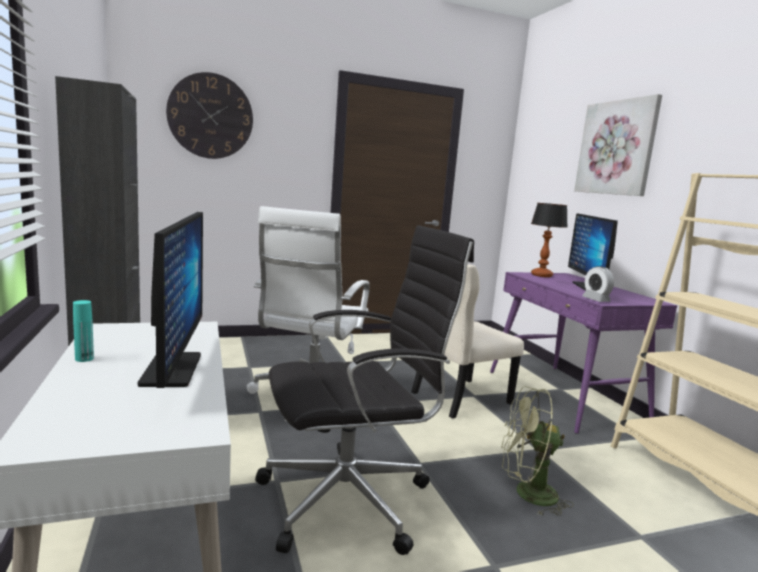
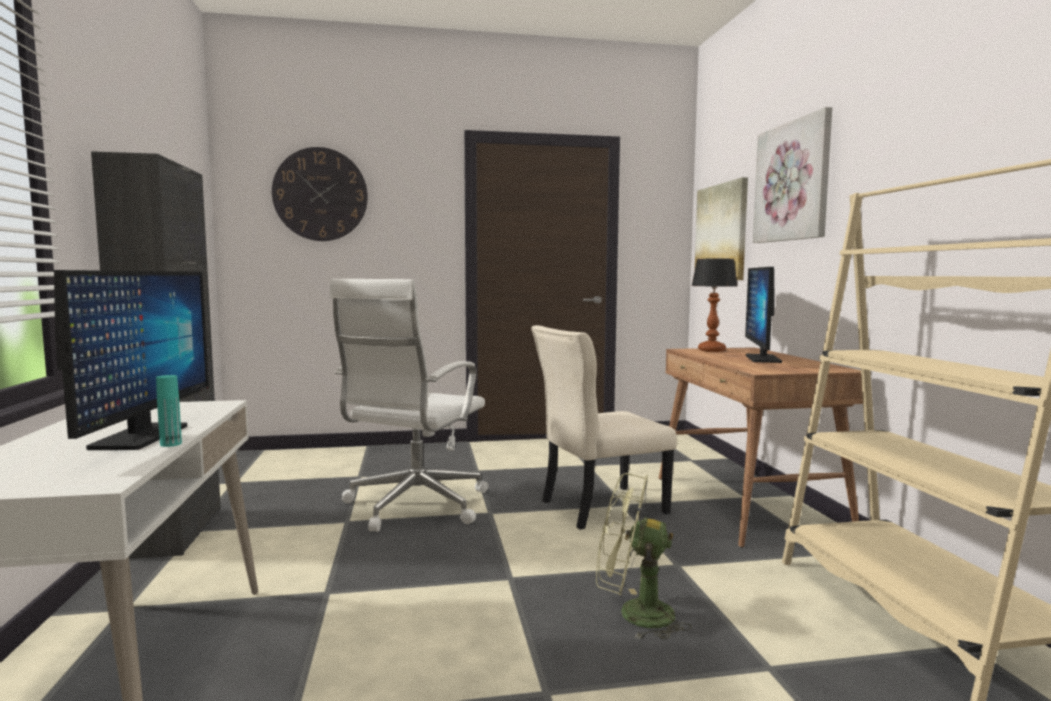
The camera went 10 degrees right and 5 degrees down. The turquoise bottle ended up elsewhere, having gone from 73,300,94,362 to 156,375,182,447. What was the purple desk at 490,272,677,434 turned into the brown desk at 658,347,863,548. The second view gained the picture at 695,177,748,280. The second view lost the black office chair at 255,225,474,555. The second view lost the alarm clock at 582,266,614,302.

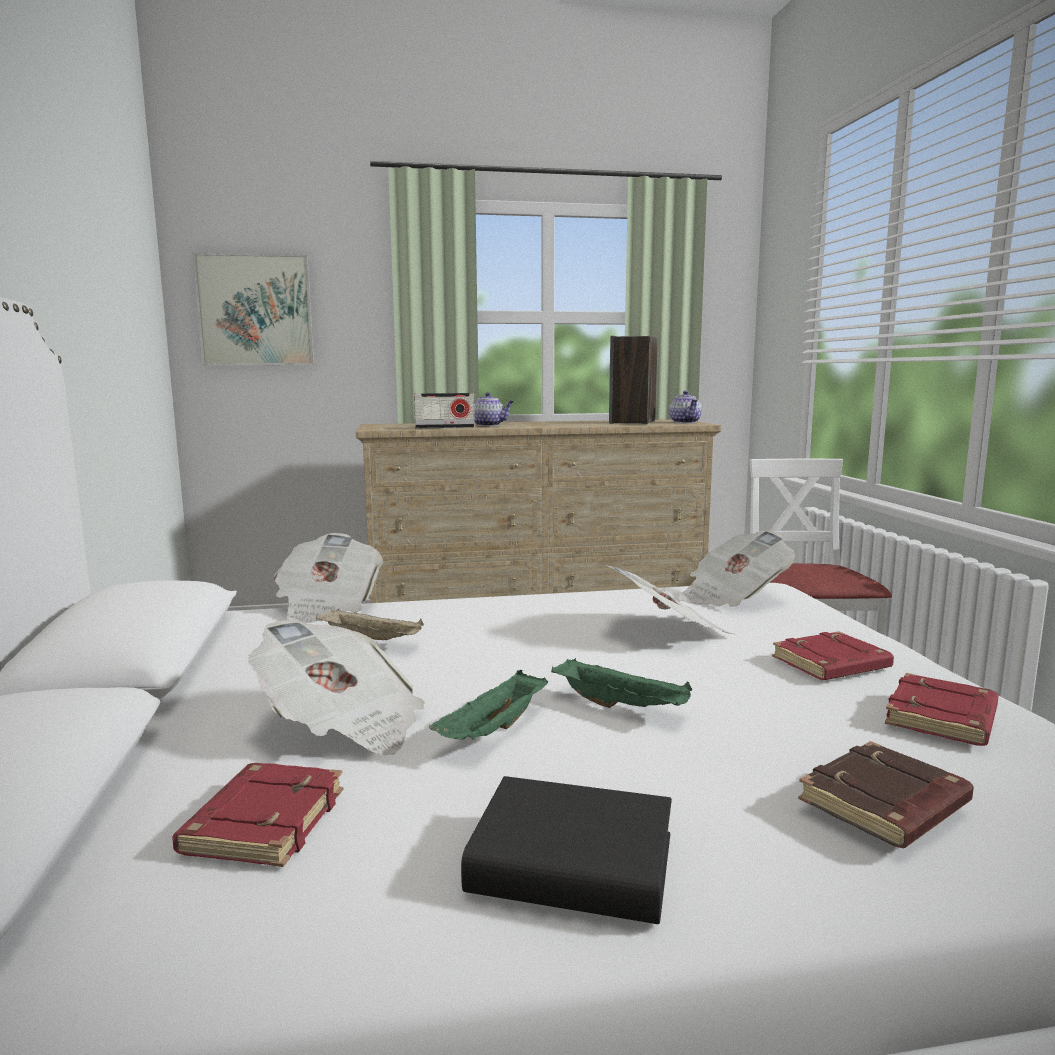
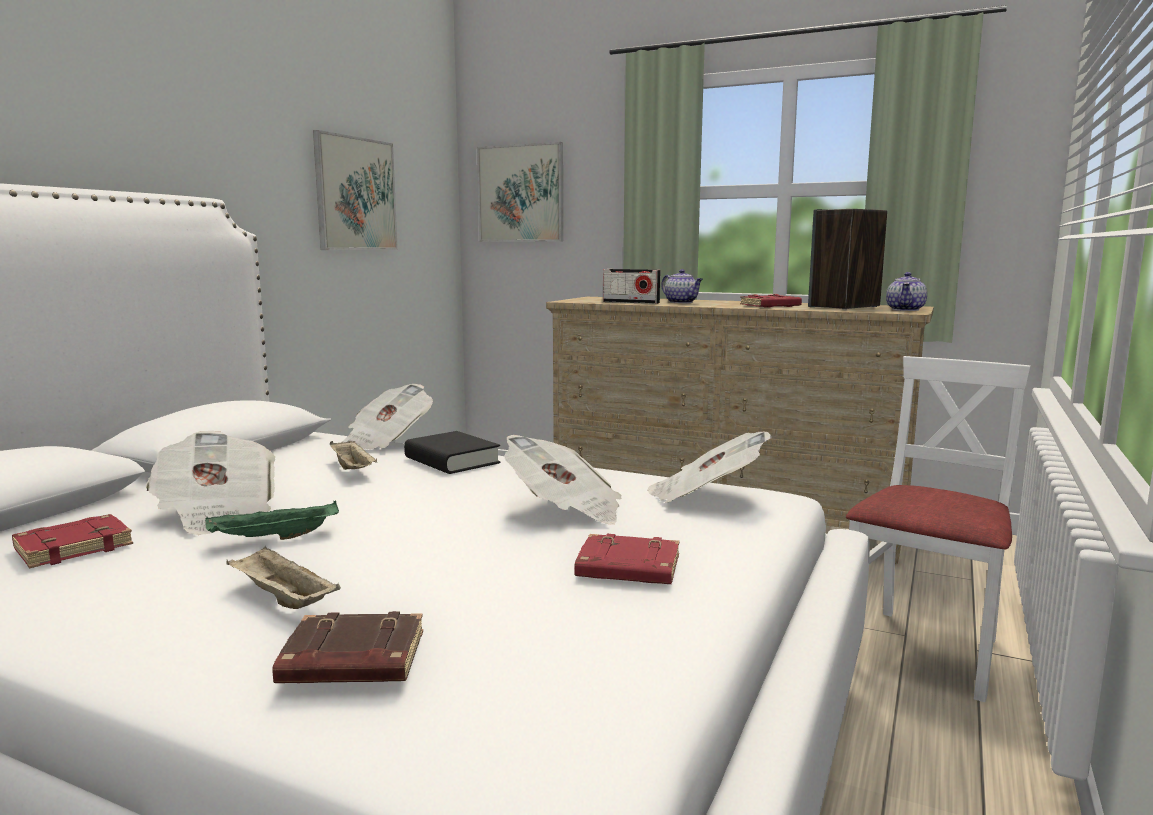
The camera went 35 degrees right and 0 degrees up. The second view gained the beige tray at 226,546,341,609. The second view gained the picture at 313,130,398,250. The black book ended up elsewhere, having gone from 461,776,672,924 to 404,431,500,474. The red book ended up elsewhere, having gone from 885,673,999,746 to 740,294,802,308. The second view lost the green tray at 551,658,692,708.

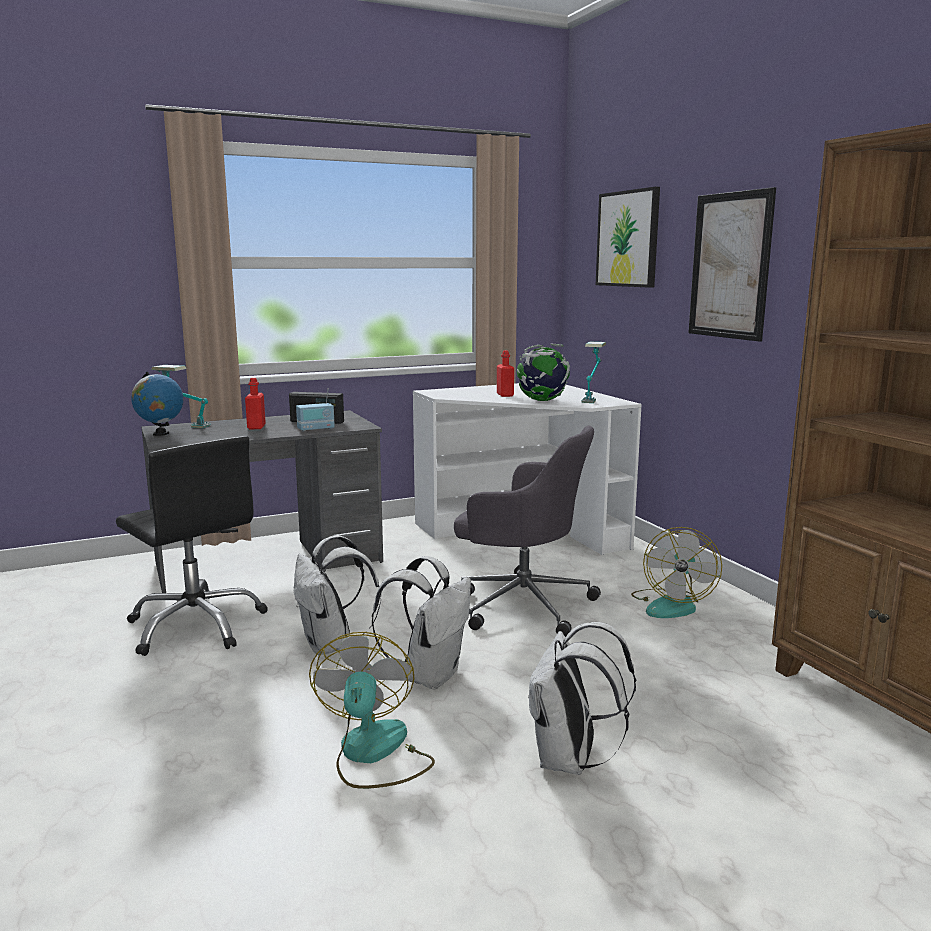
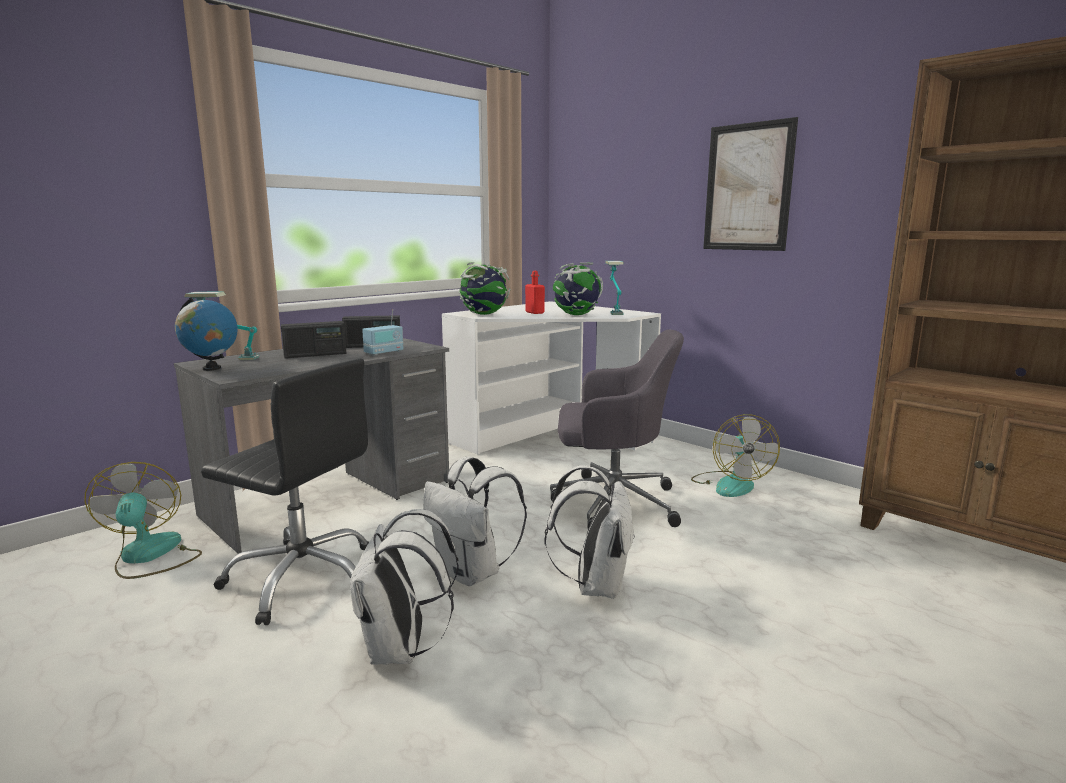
The camera went 20 degrees left and 0 degrees up. The fan ended up elsewhere, having gone from 309,632,435,789 to 84,462,202,579. Where the red bottle stood at 245,378,266,429, the radio came to stand at 281,321,346,359. The white backpack ended up elsewhere, having gone from 528,622,636,775 to 350,509,459,665. The second view gained the globe at 459,262,511,315. The second view lost the picture at 596,187,660,288.

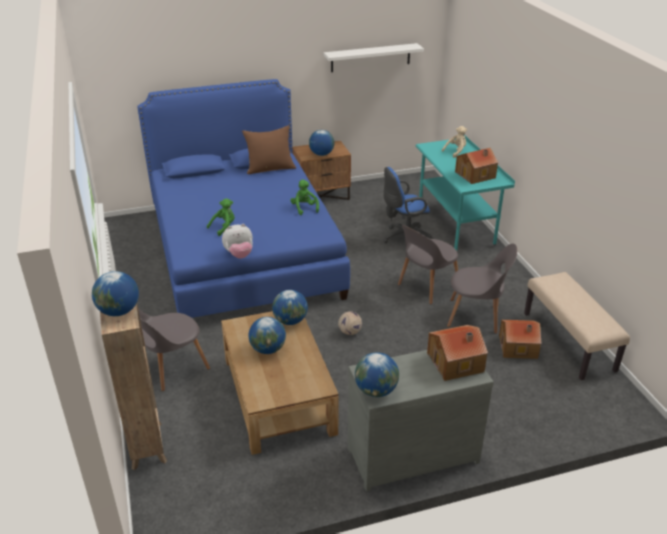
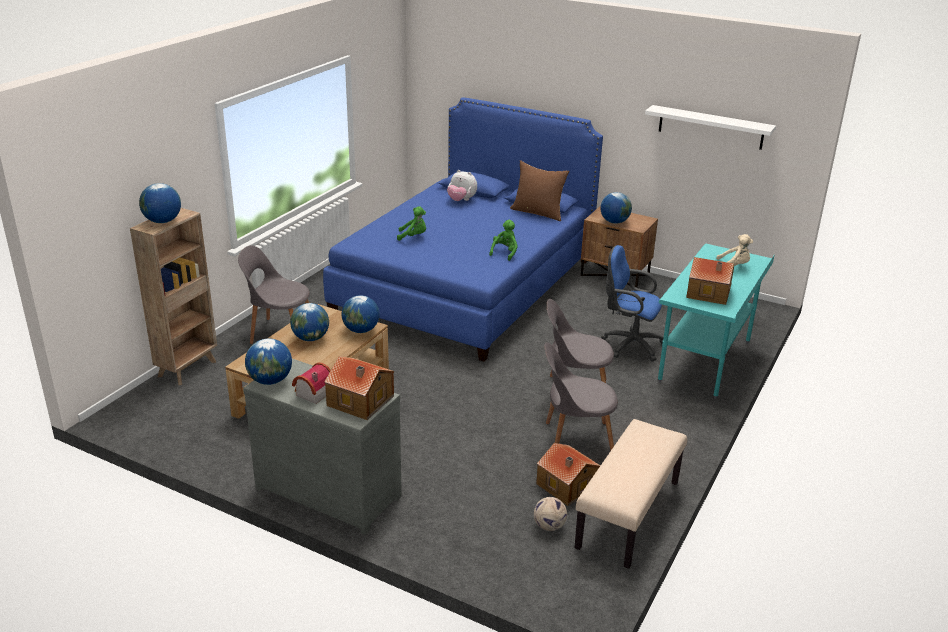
The camera went 45 degrees right and 5 degrees down. The second view gained the toy house at 292,362,331,404. The plush toy ended up elsewhere, having gone from 222,224,253,259 to 447,170,477,201. The football ended up elsewhere, having gone from 338,311,362,335 to 534,497,567,531. The grey chair at 447,244,517,334 ended up facing another way, 120 degrees clockwise from before.

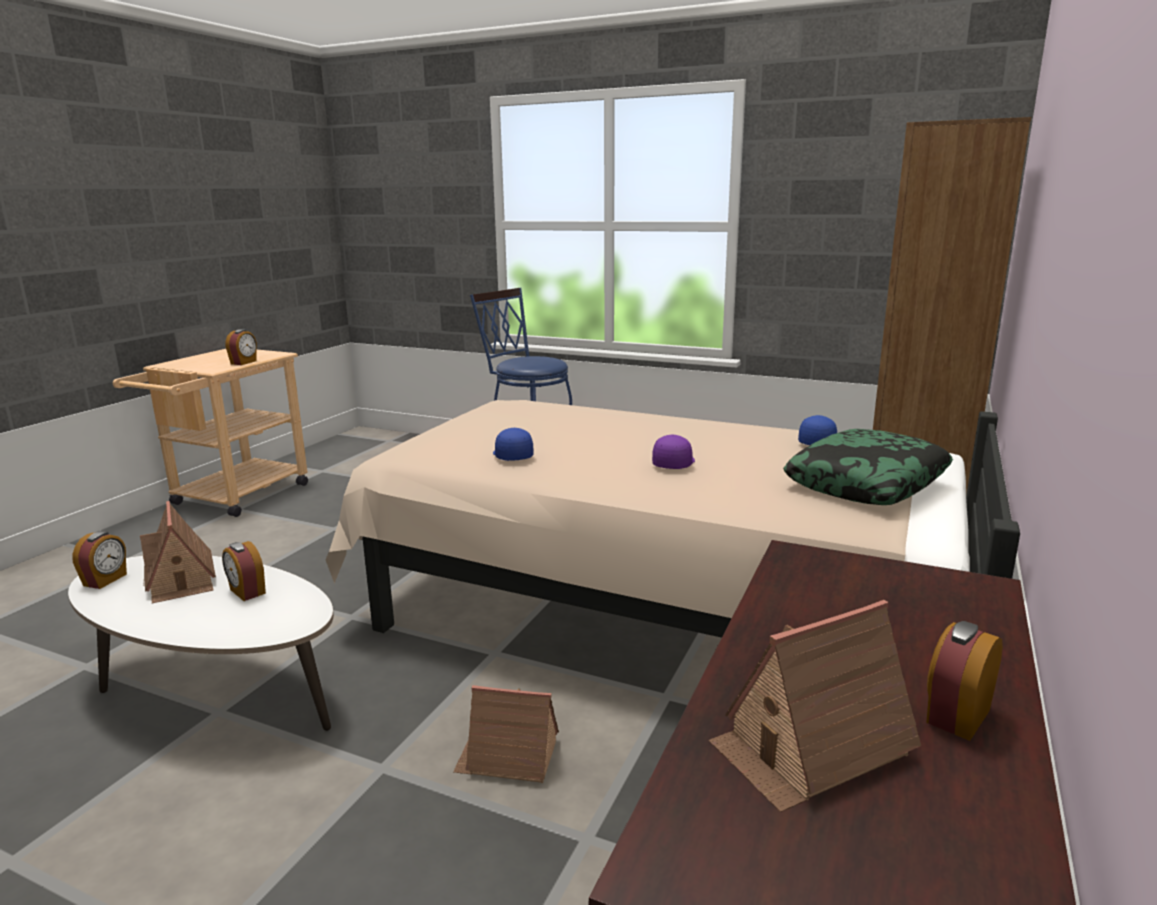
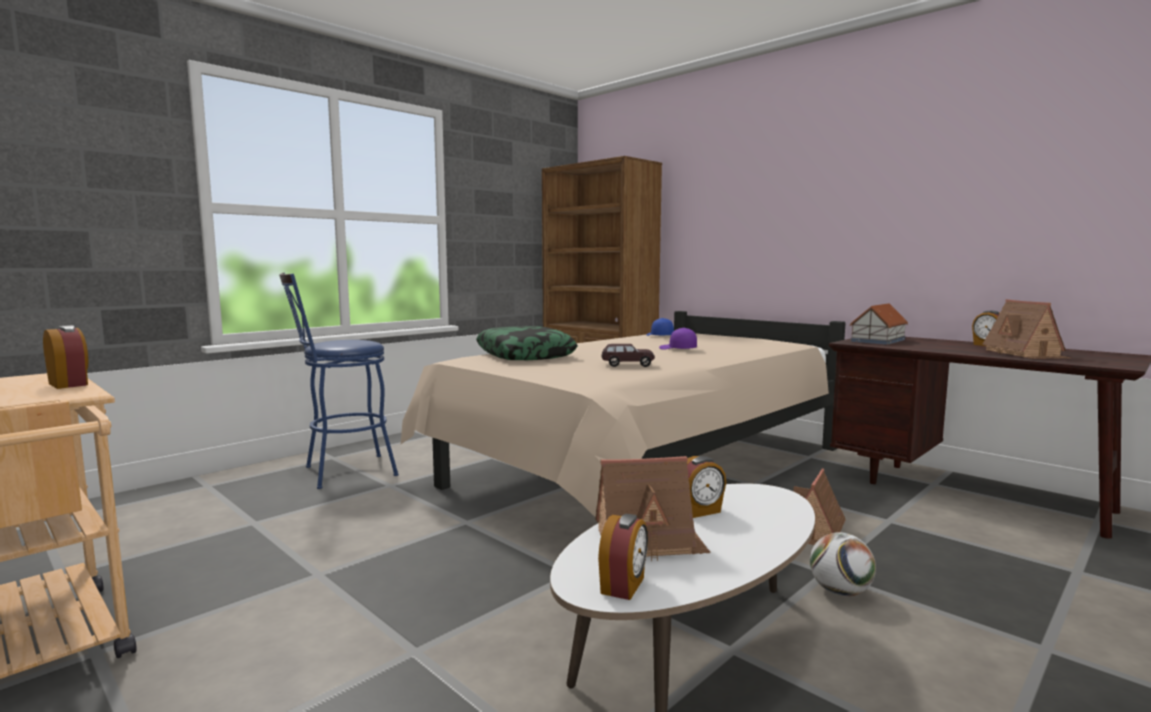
The camera went 70 degrees left and 10 degrees down. The pillow ended up elsewhere, having gone from 783,429,953,505 to 476,326,578,360. The alarm clock at 72,531,127,589 ended up facing another way, 75 degrees clockwise from before. Where the blue cap stood at 493,428,533,461, the brown toy car came to stand at 602,344,655,367. The second view gained the football at 810,532,876,596. The second view gained the toy house at 850,304,908,345.

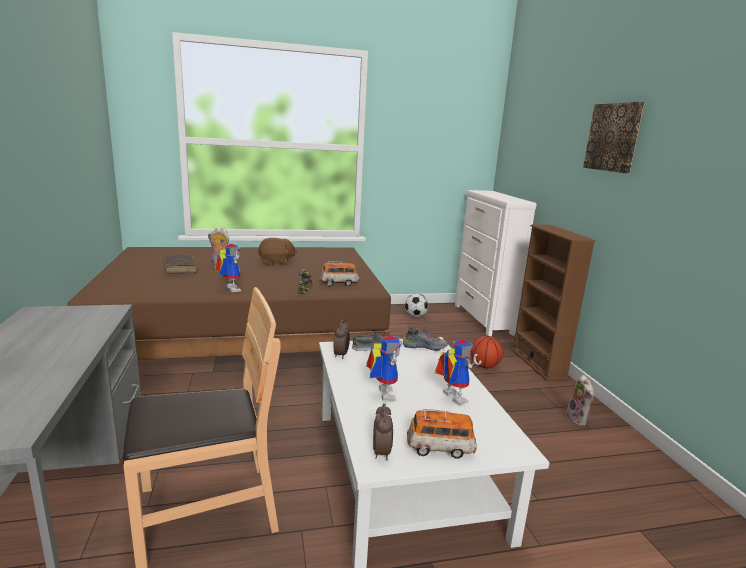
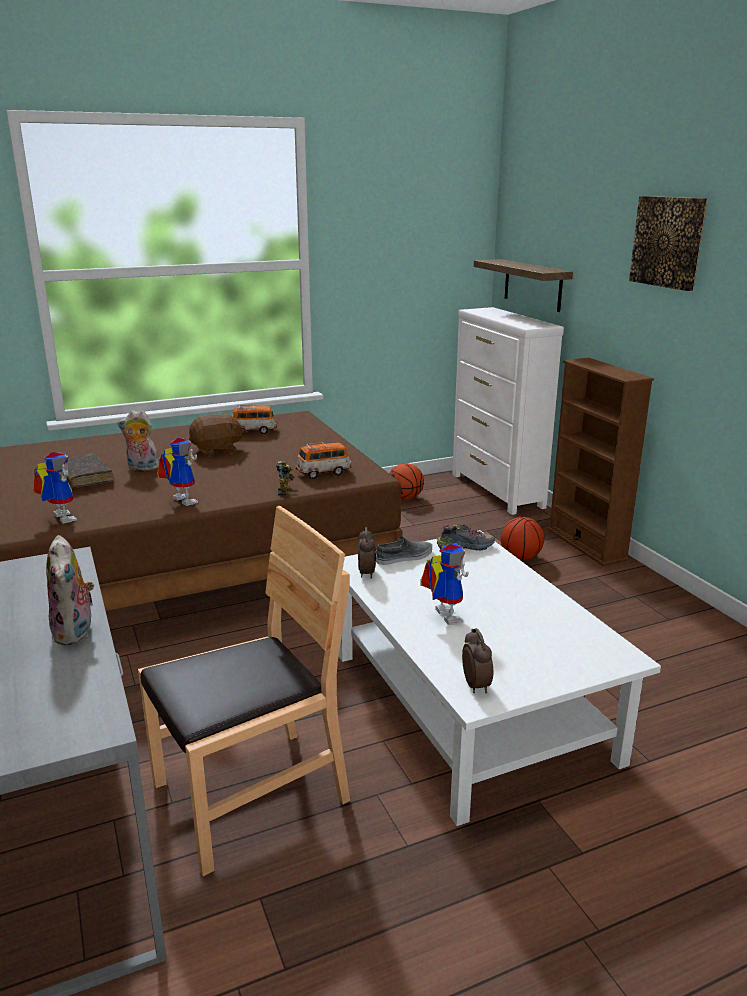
The camera went 10 degrees left and 5 degrees up. The toy robot ended up elsewhere, having gone from 435,339,481,405 to 33,452,77,523. The plush toy ended up elsewhere, having gone from 566,375,594,426 to 46,535,94,646. The toy car ended up elsewhere, having gone from 407,409,477,459 to 232,405,277,434. Where the football stood at 405,294,429,317, the basketball came to stand at 389,463,424,500. The second view gained the shelf at 474,259,573,312.

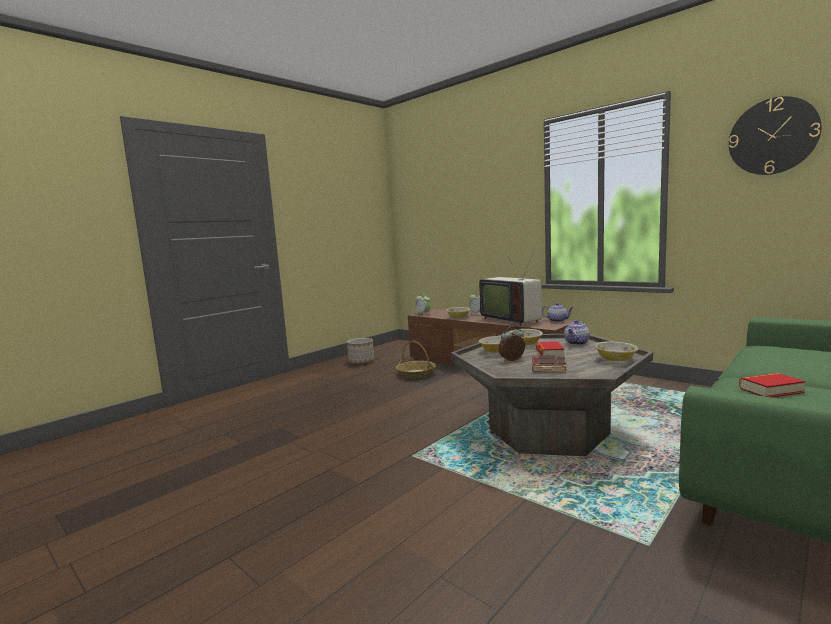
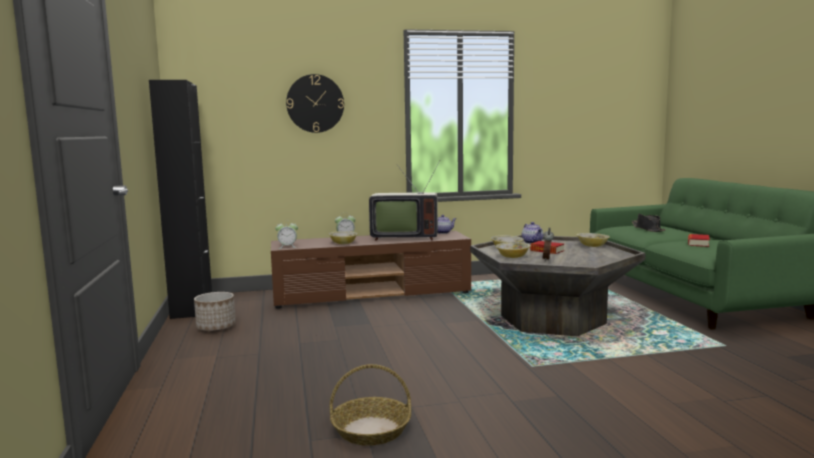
The camera went 55 degrees left and 0 degrees up. The second view gained the black cabinet at 149,80,212,319. The wall clock ended up elsewhere, having gone from 729,96,822,175 to 286,74,344,133. The basket ended up elsewhere, having gone from 396,341,436,379 to 330,364,411,446. The second view gained the black hat at 632,214,666,232. The second view lost the brown book at 532,355,566,373.

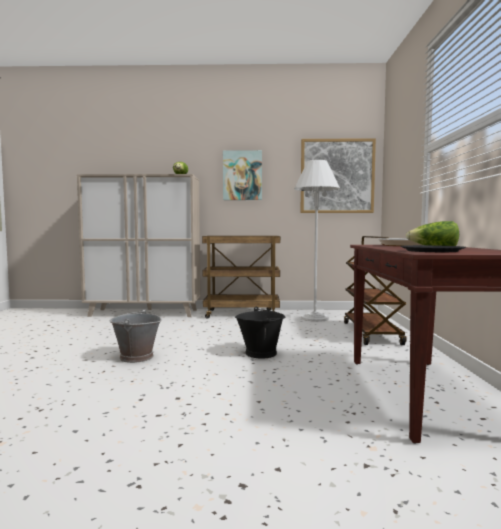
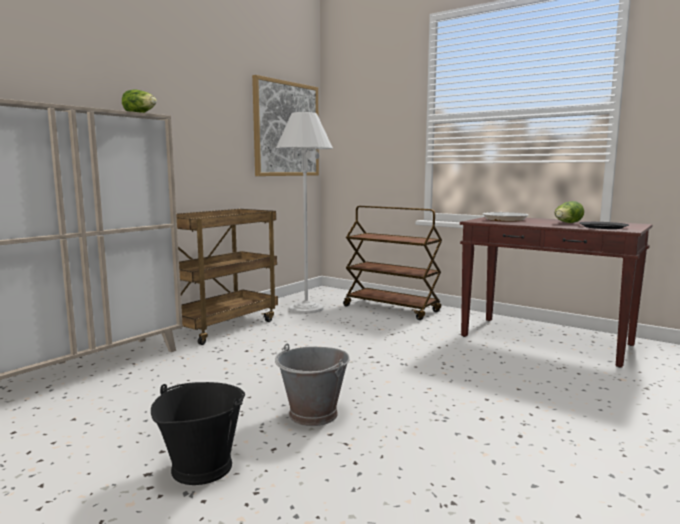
The camera went 55 degrees left and 5 degrees up. The black bucket ended up elsewhere, having gone from 235,307,285,359 to 151,382,245,485. The second view lost the picture at 223,150,262,200.

